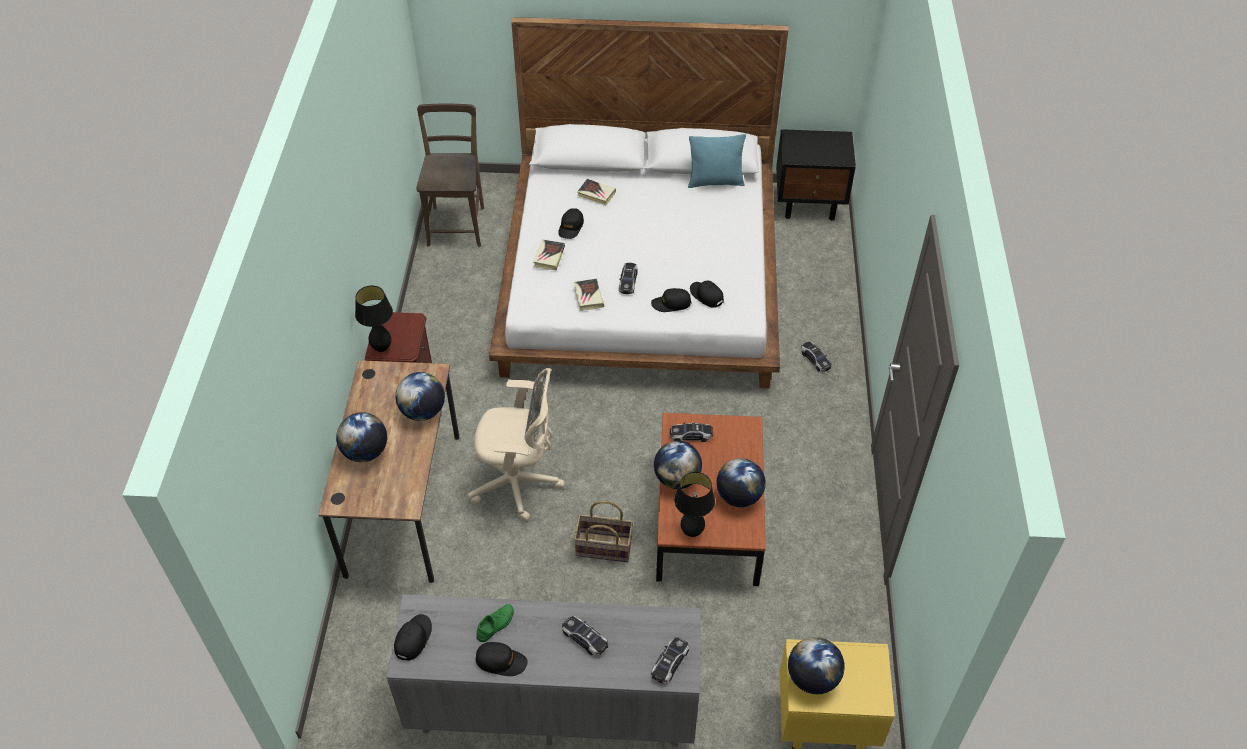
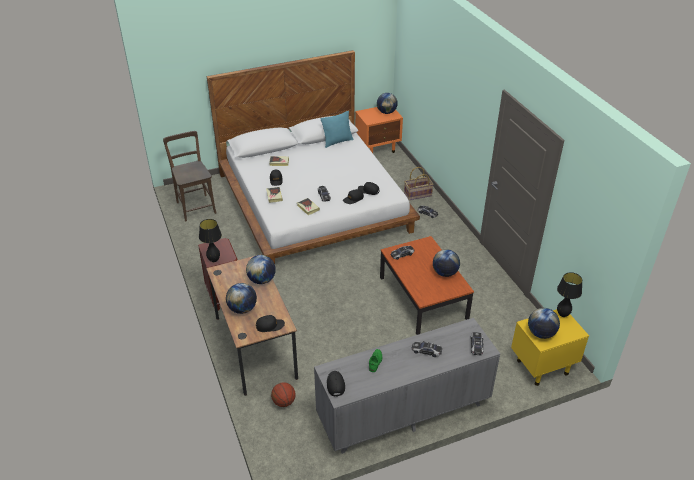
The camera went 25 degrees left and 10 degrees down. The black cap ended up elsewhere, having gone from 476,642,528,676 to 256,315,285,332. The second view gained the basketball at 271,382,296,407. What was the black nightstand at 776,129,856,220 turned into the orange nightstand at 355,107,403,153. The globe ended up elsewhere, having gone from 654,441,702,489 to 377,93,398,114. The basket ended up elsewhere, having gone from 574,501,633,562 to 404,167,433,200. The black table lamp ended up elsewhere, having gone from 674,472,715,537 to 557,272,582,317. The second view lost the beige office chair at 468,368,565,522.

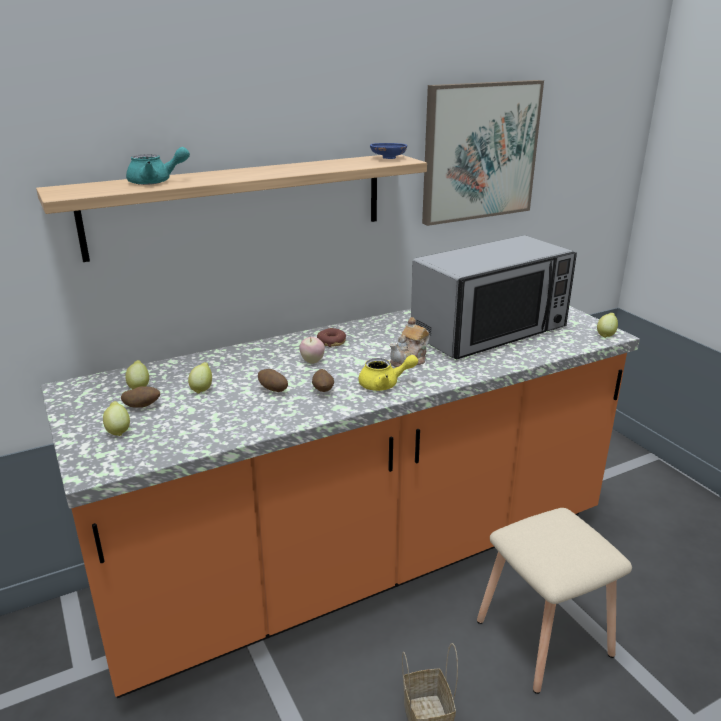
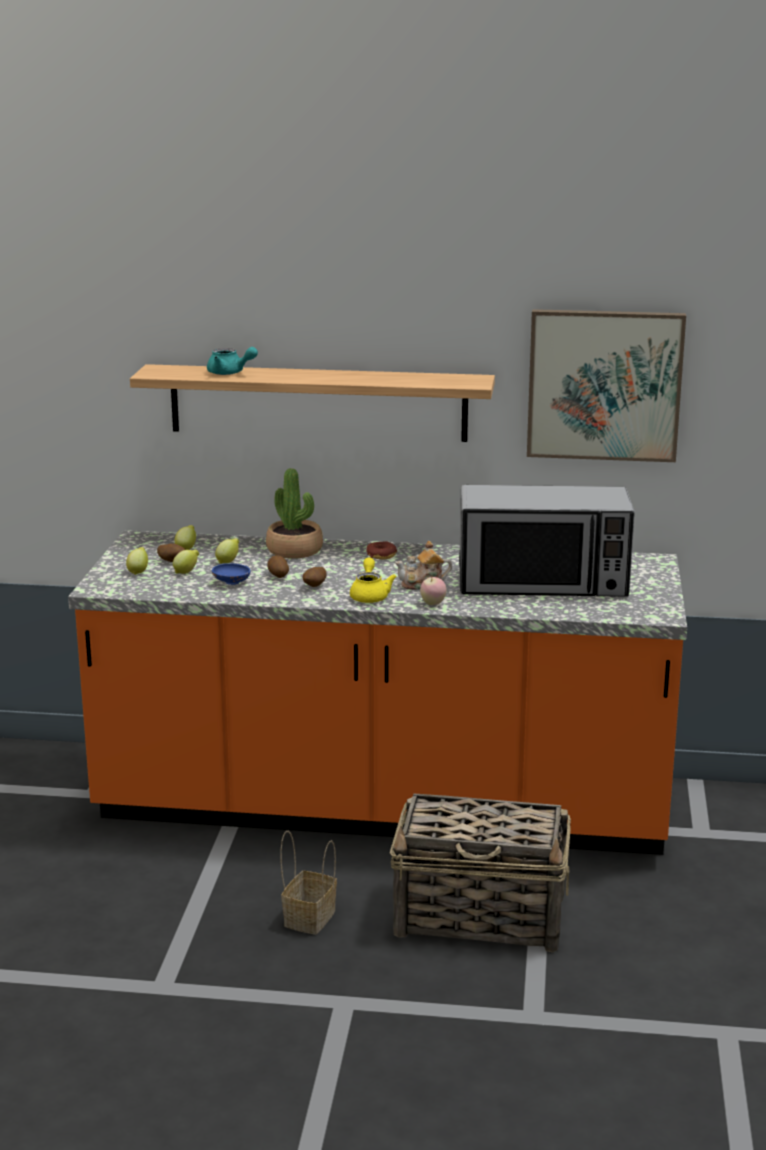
The camera went 35 degrees right and 5 degrees down. The lemon ended up elsewhere, having gone from 597,313,618,338 to 173,550,199,574. The blue bowl ended up elsewhere, having gone from 370,143,407,159 to 212,563,251,585. The second view gained the potted plant at 266,468,323,559. The yellow teapot at 359,355,418,391 ended up facing another way, 120 degrees counterclockwise from before. Where the beige stool stood at 477,508,632,694, the basket came to stand at 390,794,571,953. The apple ended up elsewhere, having gone from 299,337,325,364 to 420,577,447,605.

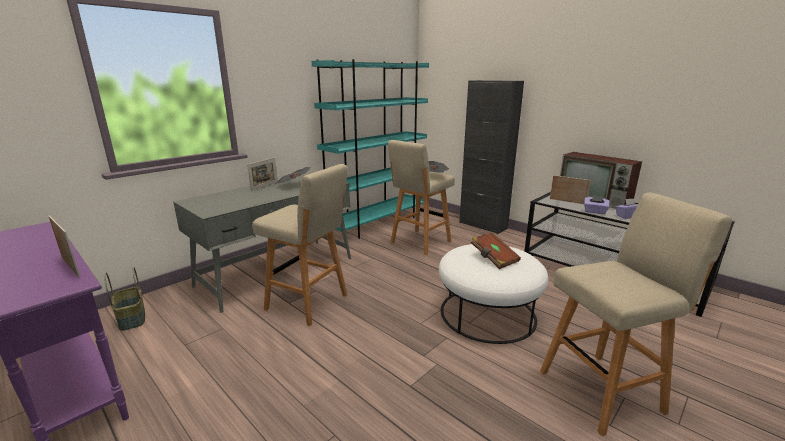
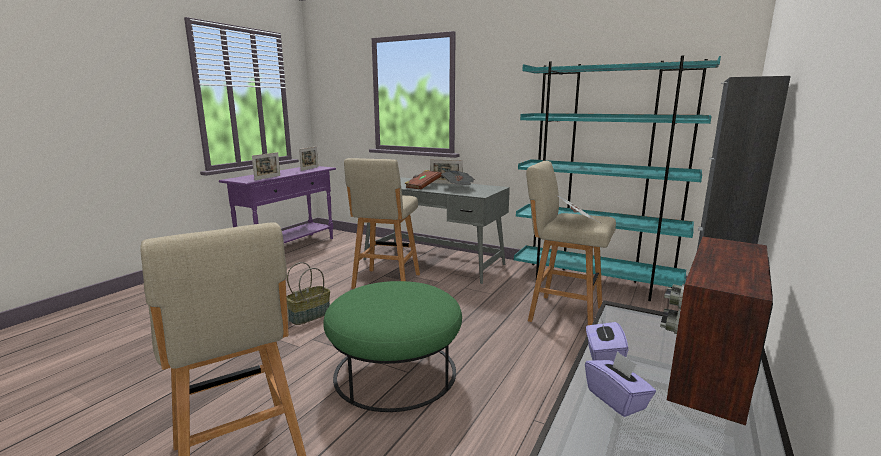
The camera went 75 degrees right and 5 degrees down. The basket ended up elsewhere, having gone from 104,267,145,331 to 286,262,330,325. The picture frame ended up elsewhere, having gone from 550,175,591,204 to 299,146,318,171. What was the white ottoman at 439,244,548,344 turned into the green ottoman at 323,281,462,412. The brown book ended up elsewhere, having gone from 471,232,521,269 to 405,170,442,189.

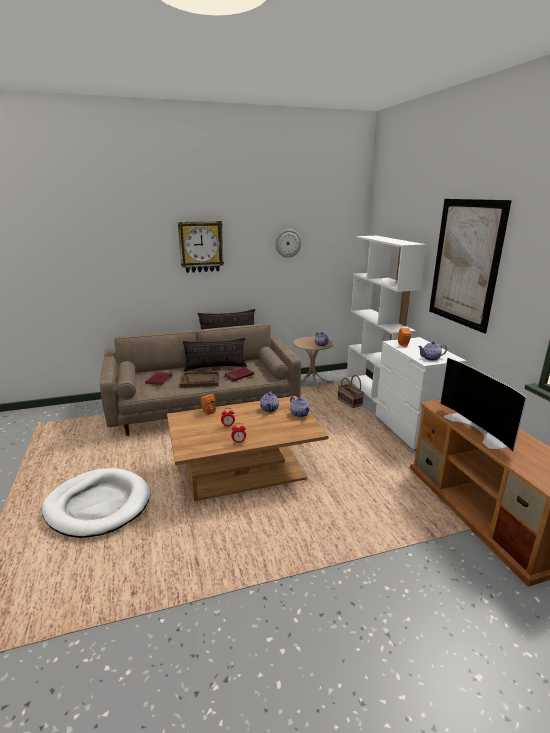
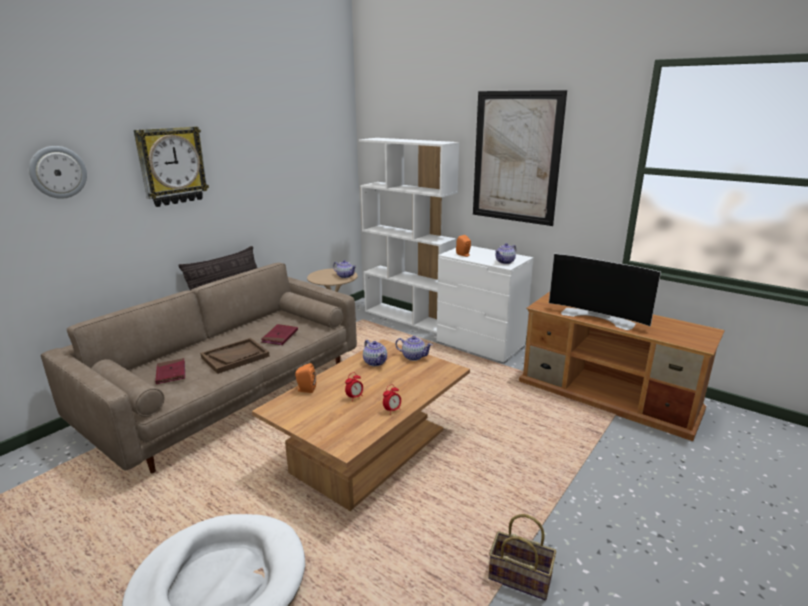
The camera went 35 degrees left and 0 degrees up. The wall clock ended up elsewhere, having gone from 275,229,302,258 to 29,146,87,199. The basket ended up elsewhere, having gone from 338,375,364,408 to 488,514,556,600. The second view lost the pillow at 183,338,247,372.

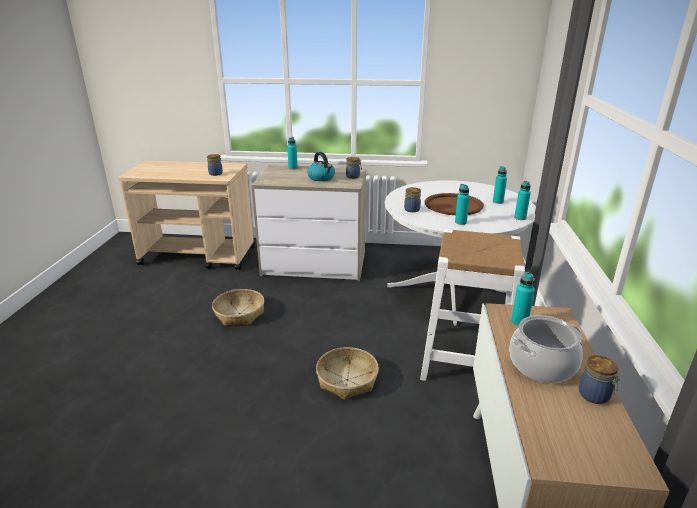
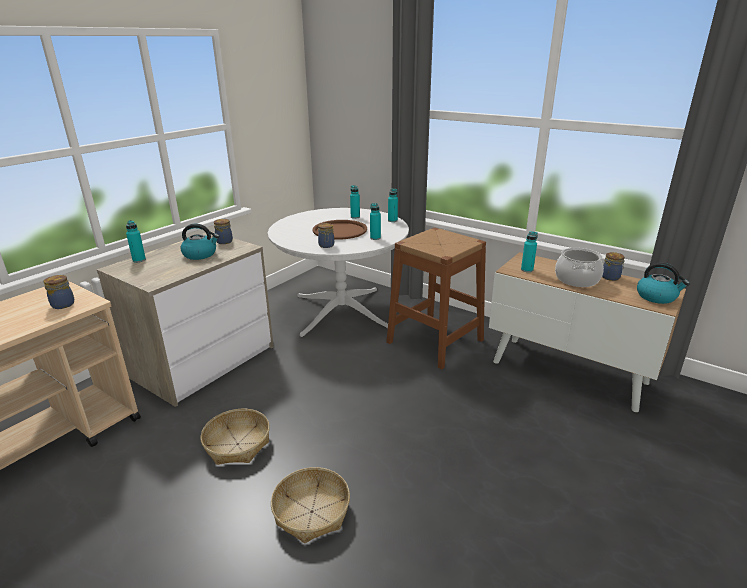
The camera went 60 degrees left and 0 degrees up. The basket ended up elsewhere, having gone from 316,347,379,400 to 271,467,350,543. What was the white stool at 420,229,525,381 turned into the brown stool at 386,228,486,370. The second view gained the kettle at 637,263,690,304.

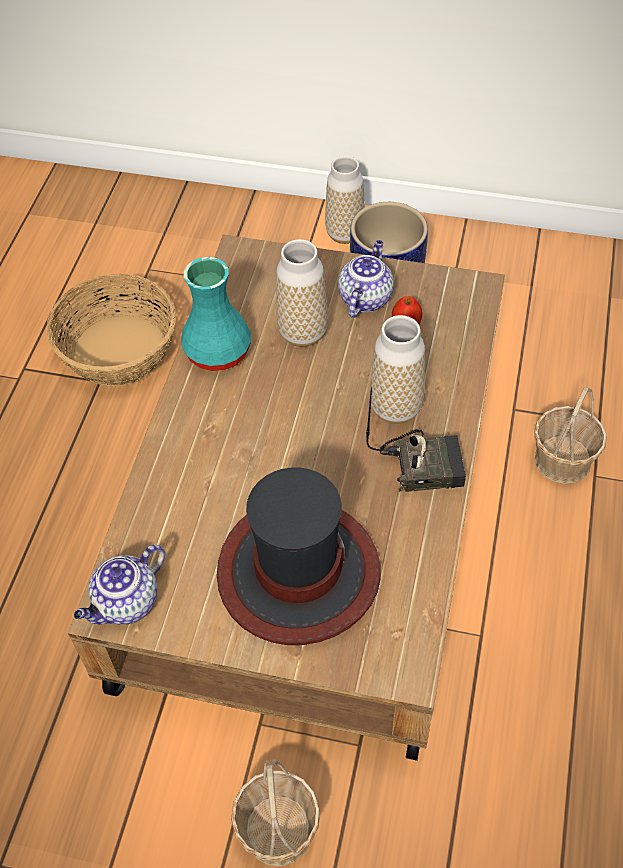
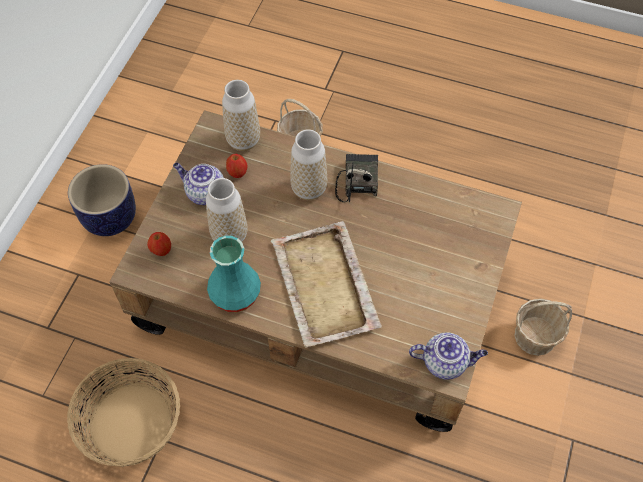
The camera went 85 degrees left and 5 degrees up. The second view gained the apple at 147,232,171,256. The vase ended up elsewhere, having gone from 325,156,365,244 to 222,80,260,151. The second view gained the beige tray at 271,221,382,348. The teapot at 74,545,165,625 ended up facing another way, 45 degrees counterclockwise from before. The second view lost the hat at 217,467,381,645.

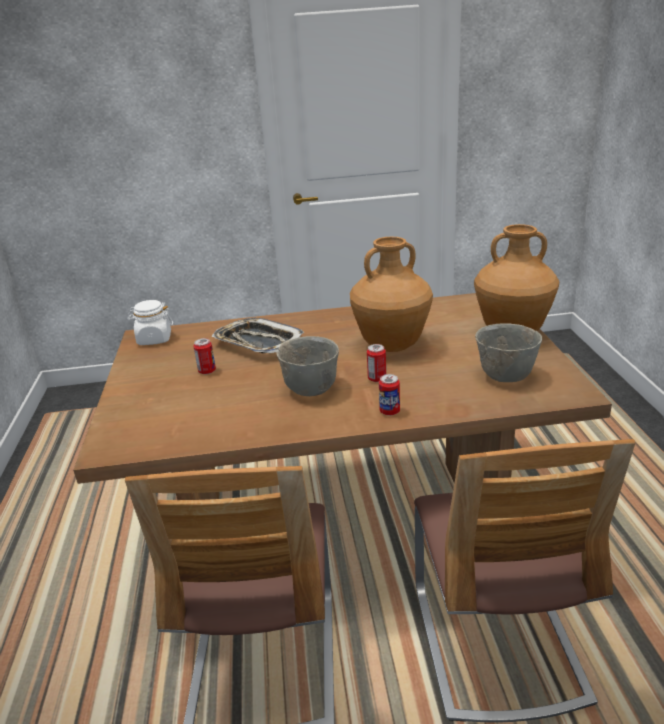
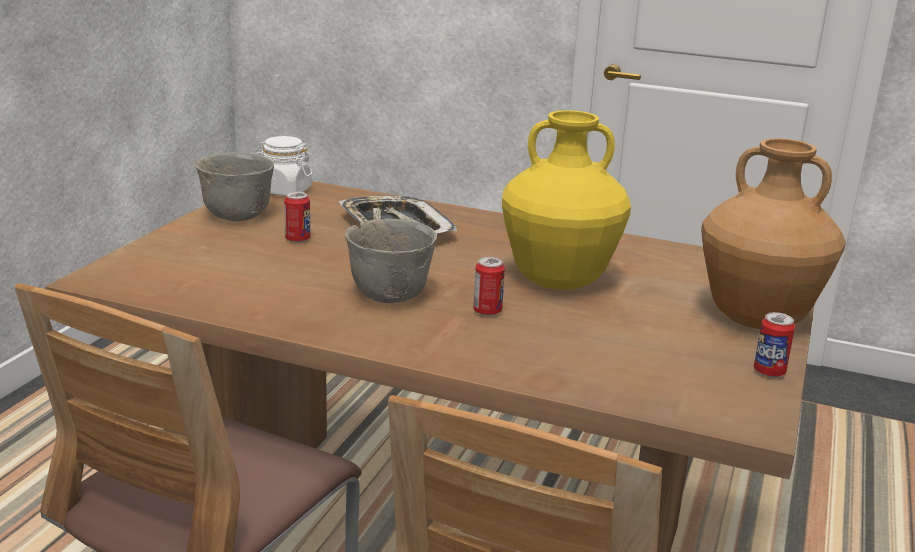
The camera went 25 degrees right and 5 degrees down. The grey bowl ended up elsewhere, having gone from 475,323,542,382 to 195,153,274,221. What was the brown vase at 350,236,433,352 turned into the yellow vase at 502,110,631,290. The can ended up elsewhere, having gone from 379,374,400,416 to 754,312,795,377.

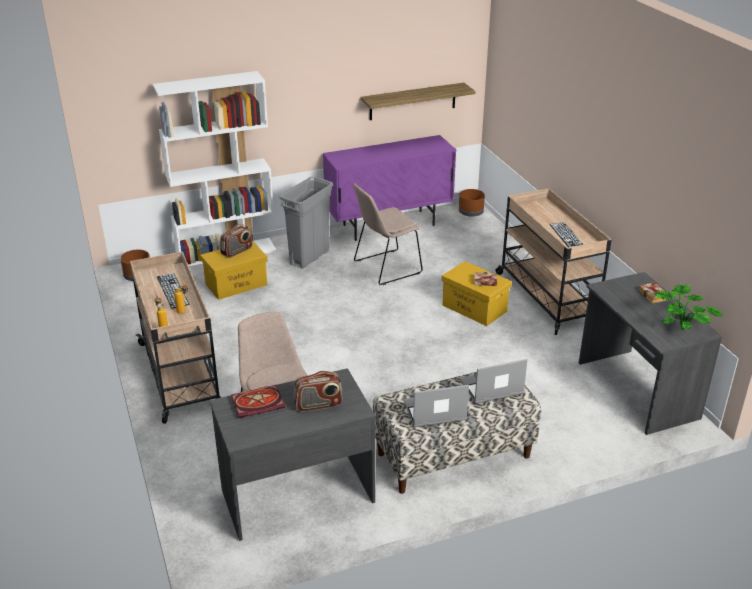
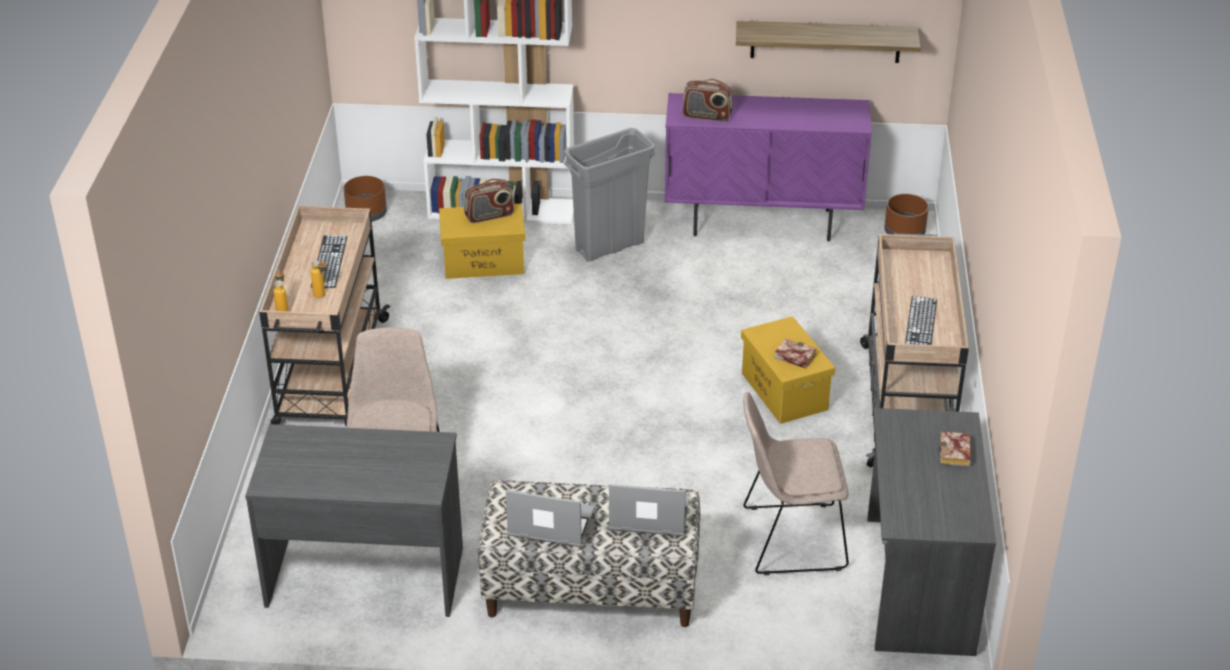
The camera went 25 degrees right and 5 degrees up. The radio ended up elsewhere, having gone from 294,371,343,412 to 682,79,733,121. The beige chair ended up elsewhere, having gone from 353,183,423,285 to 743,392,849,575. The second view lost the book at 231,385,285,418. The second view lost the potted plant at 654,284,722,330.

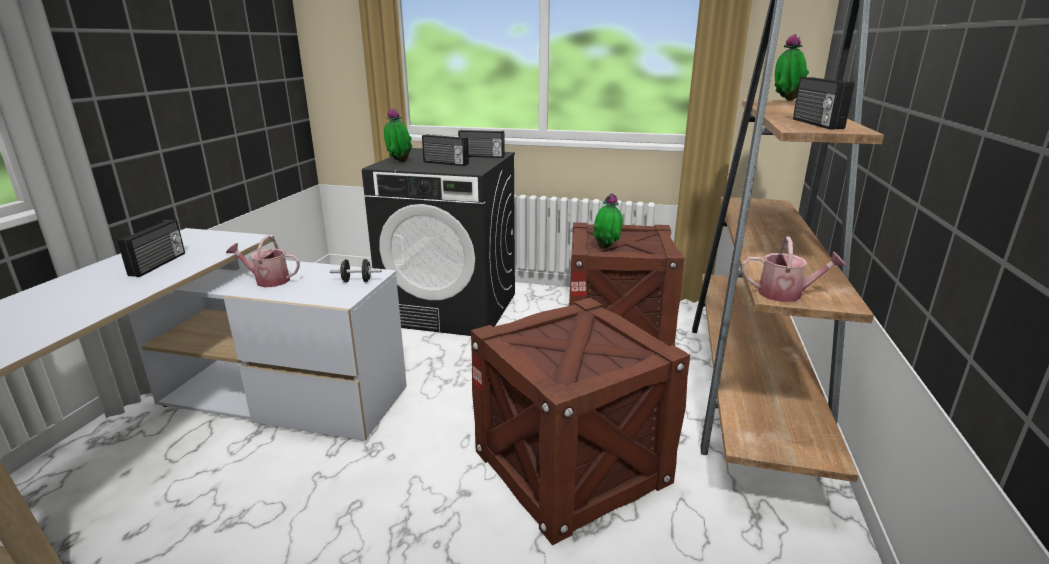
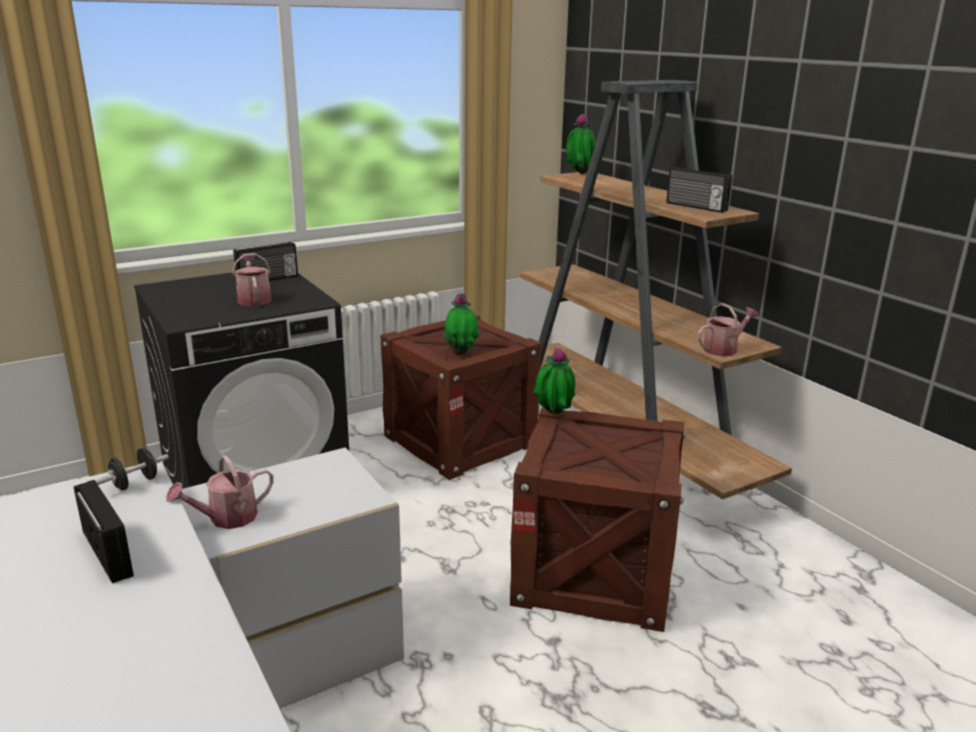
The camera went 45 degrees left and 0 degrees up. The black dumbbell ended up elsewhere, having gone from 330,259,381,283 to 96,448,169,490. Where the radio stood at 422,134,469,166, the watering can came to stand at 232,253,272,306. The potted plant ended up elsewhere, having gone from 384,108,412,162 to 532,347,575,414.

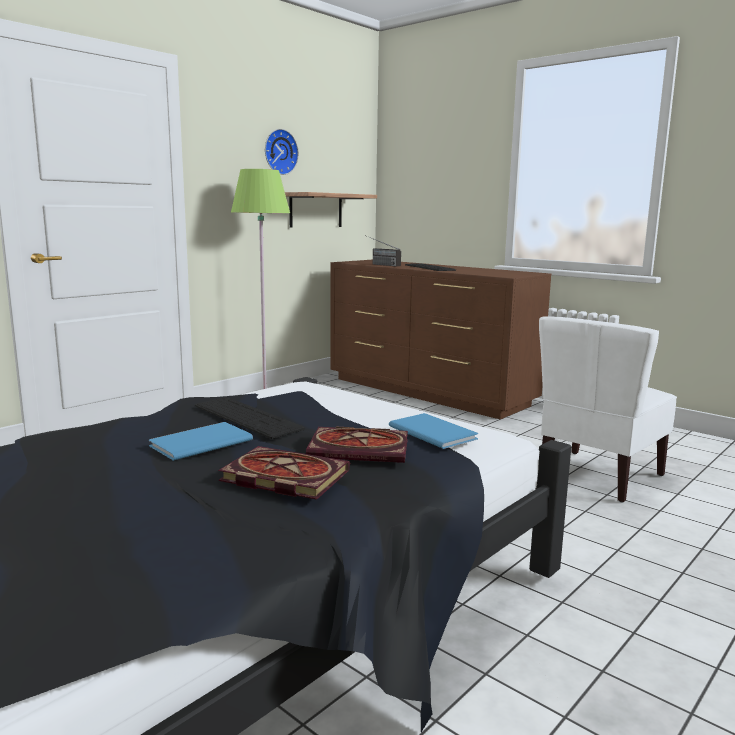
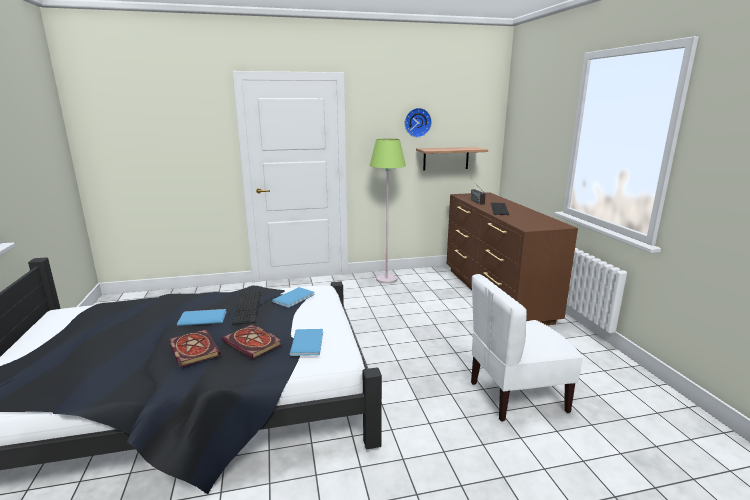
The camera went 35 degrees right and 5 degrees up. The second view gained the blue book at 272,287,315,308.

